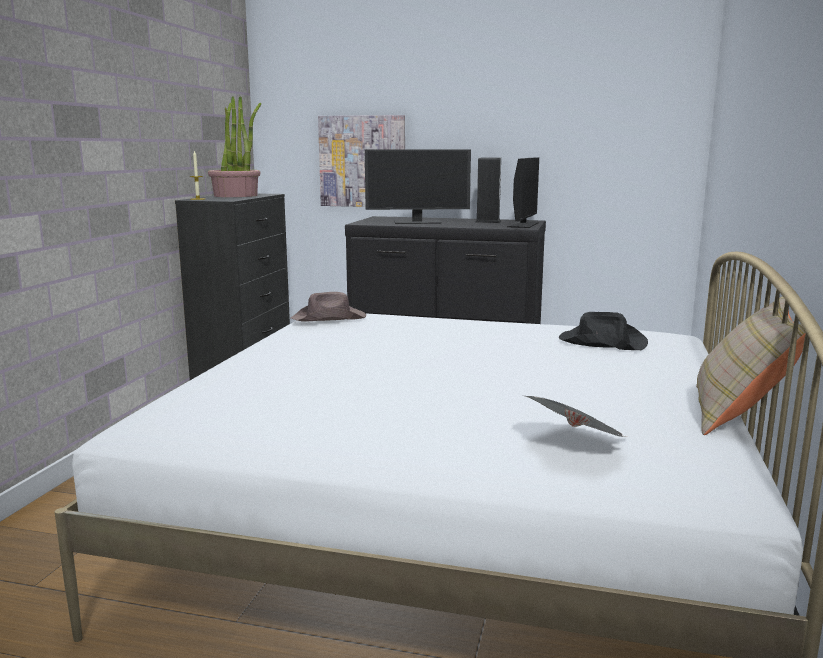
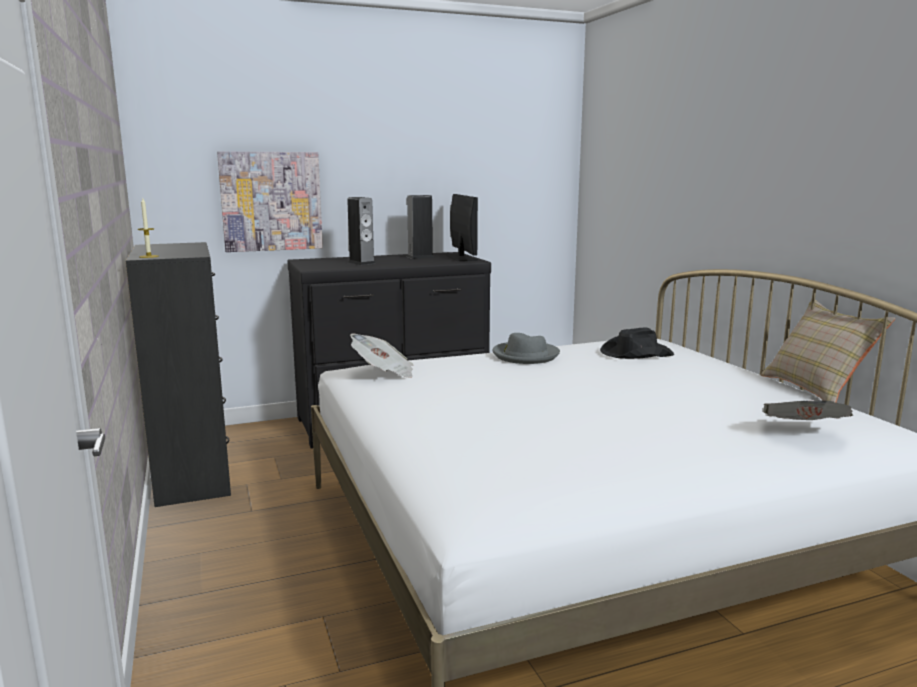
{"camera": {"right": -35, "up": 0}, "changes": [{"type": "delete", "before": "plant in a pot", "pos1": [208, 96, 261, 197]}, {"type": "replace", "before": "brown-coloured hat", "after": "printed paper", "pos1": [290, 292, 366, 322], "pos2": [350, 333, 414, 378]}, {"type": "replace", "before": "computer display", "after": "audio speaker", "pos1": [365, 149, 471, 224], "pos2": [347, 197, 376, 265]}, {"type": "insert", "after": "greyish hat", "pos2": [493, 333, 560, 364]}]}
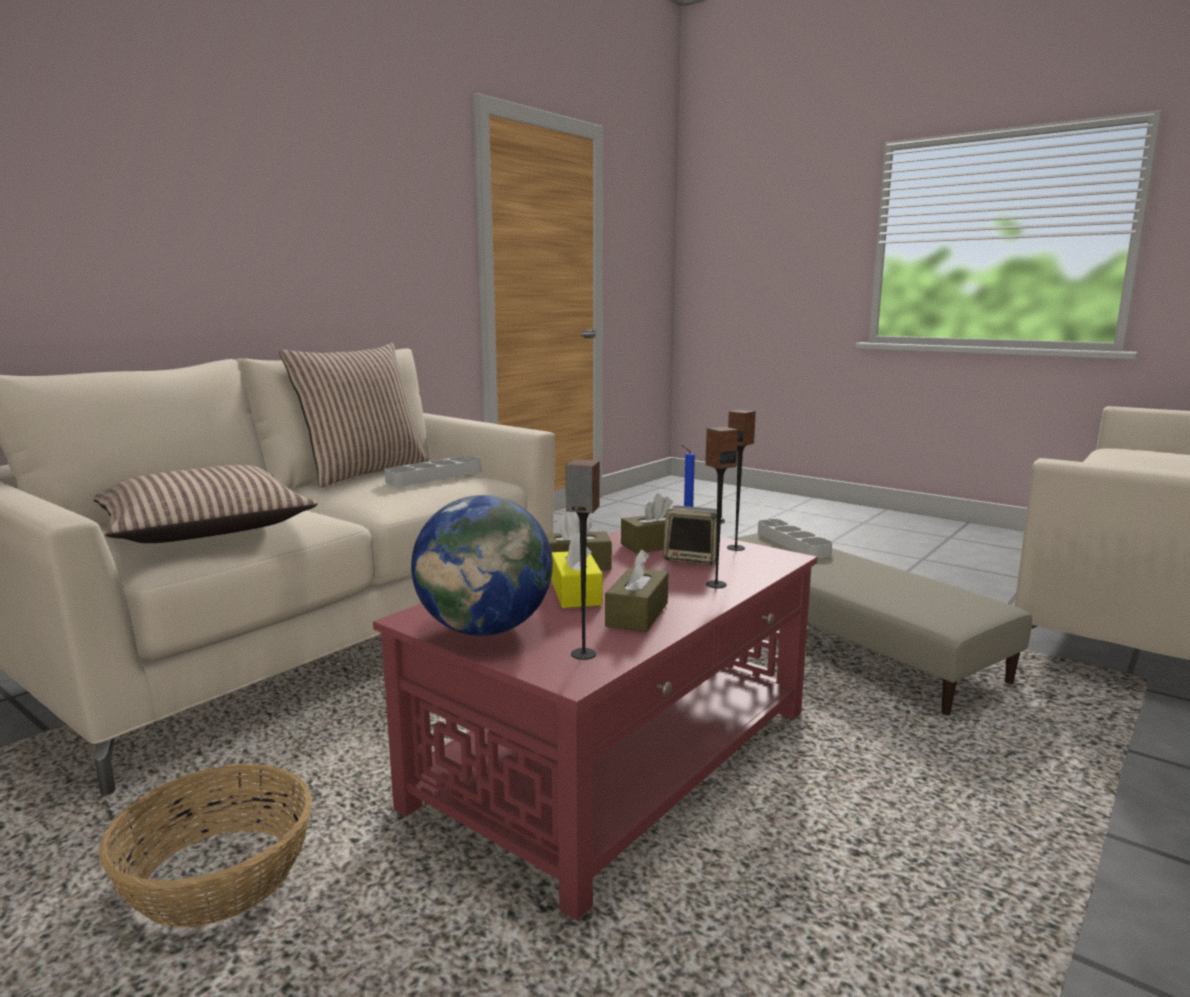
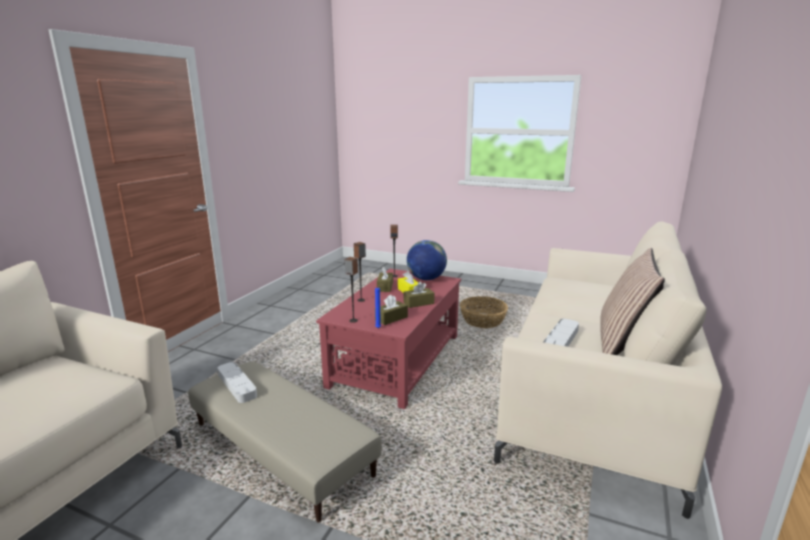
{"camera": {"right": 165, "up": 5}, "changes": [{"type": "delete", "before": "throw pillow", "pos1": [94, 465, 318, 543]}, {"type": "delete", "before": "audio speaker", "pos1": [663, 506, 725, 565]}, {"type": "move", "before": "greyish serving tray", "pos1": [758, 519, 832, 558], "pos2": [218, 362, 257, 403]}]}
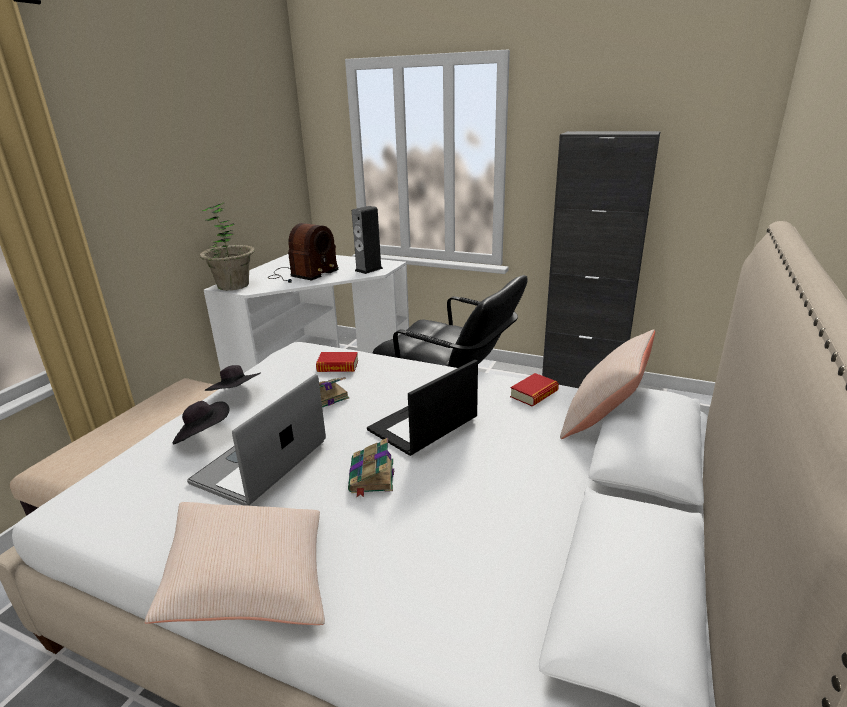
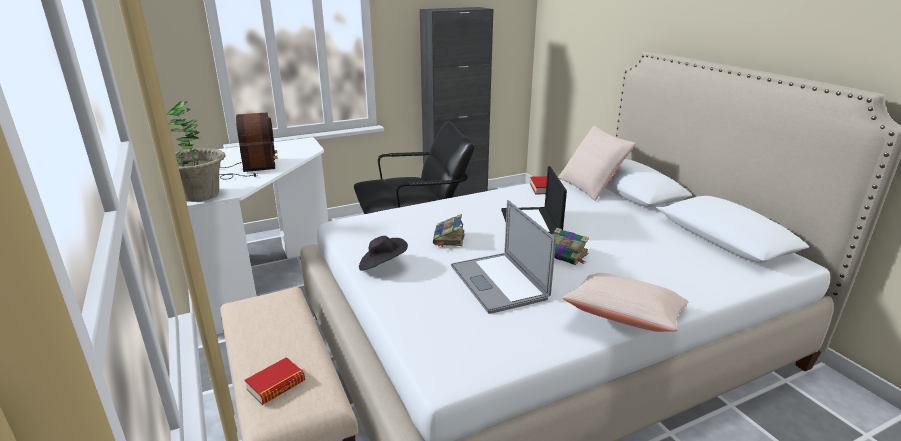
{"camera": {"right": -50, "up": 0}, "changes": [{"type": "delete", "before": "black hat", "pos1": [172, 401, 229, 444]}, {"type": "move", "before": "book", "pos1": [316, 352, 358, 372], "pos2": [245, 357, 305, 405]}, {"type": "delete", "before": "audio speaker", "pos1": [352, 206, 383, 274]}]}
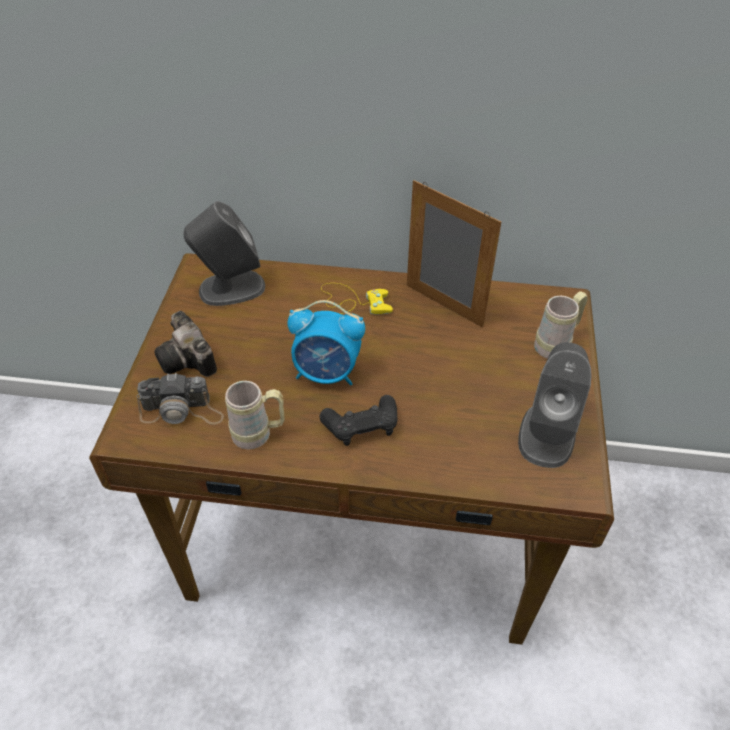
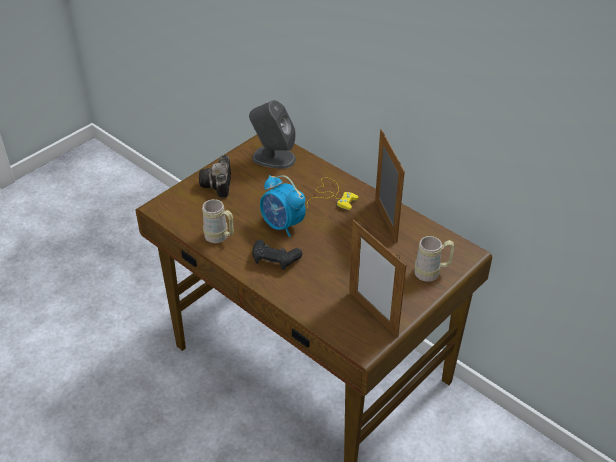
{"camera": {"right": 35, "up": -5}, "changes": [{"type": "delete", "before": "still camera", "pos1": [137, 373, 224, 425]}, {"type": "replace", "before": "greyish audio speaker", "after": "standing frame", "pos1": [518, 342, 591, 468], "pos2": [349, 220, 406, 338]}]}
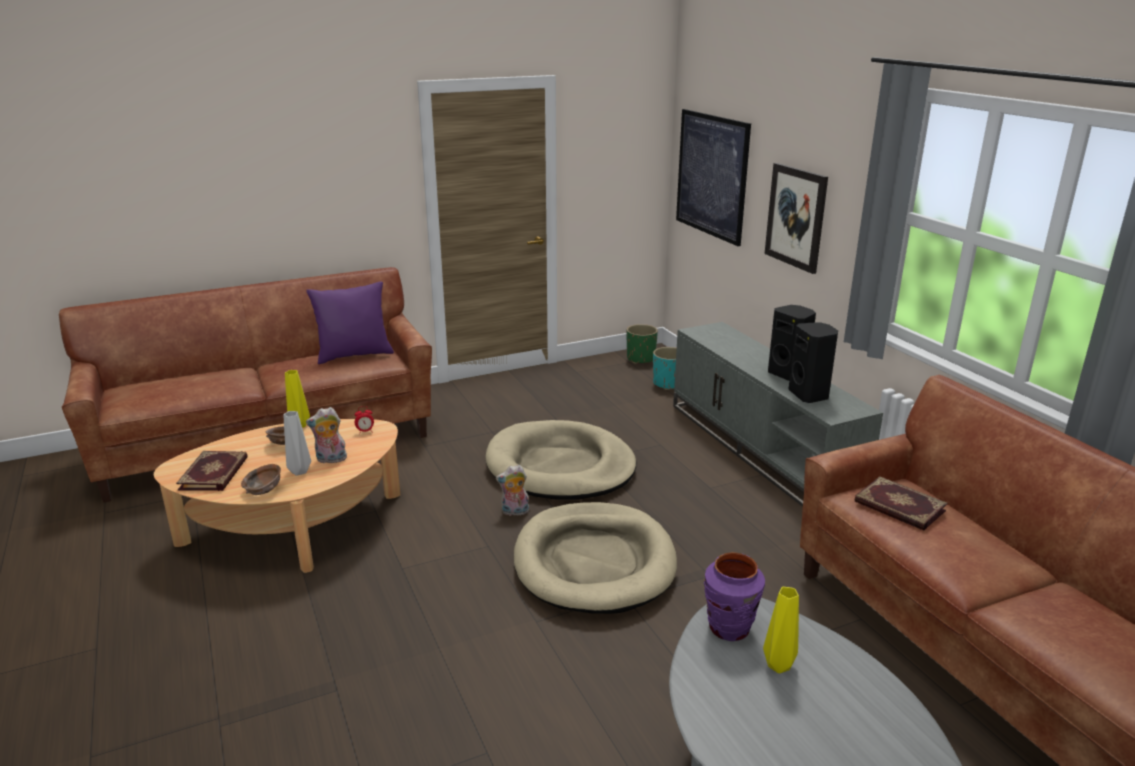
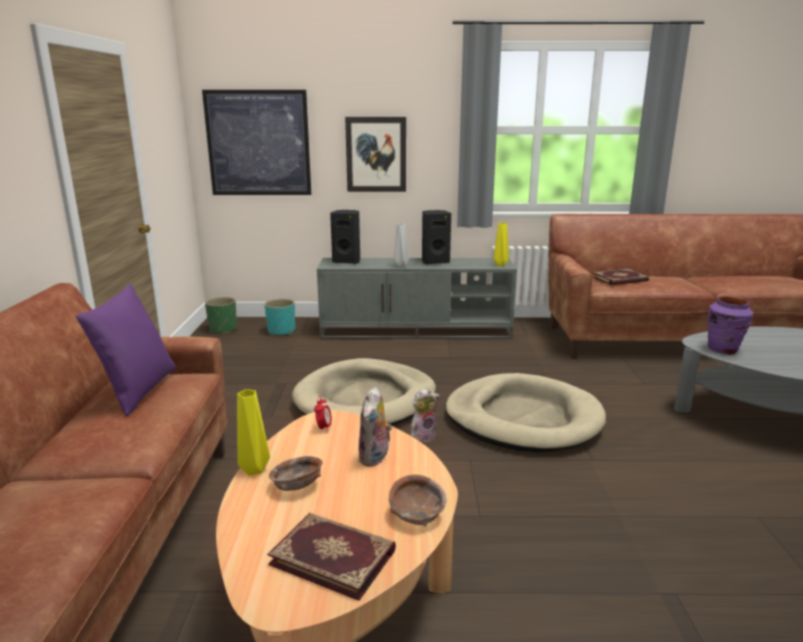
{"camera": {"right": -65, "up": -5}, "changes": [{"type": "move", "before": "greyish vase", "pos1": [283, 411, 311, 476], "pos2": [394, 223, 409, 267]}, {"type": "rotate", "before": "soft toy", "pos1": [496, 465, 529, 516], "pos2": [411, 388, 440, 442], "turn": -135}, {"type": "move", "before": "yellowish vase", "pos1": [763, 587, 799, 673], "pos2": [494, 223, 509, 266]}, {"type": "move", "before": "black audio speaker", "pos1": [788, 322, 838, 403], "pos2": [330, 210, 360, 264]}]}
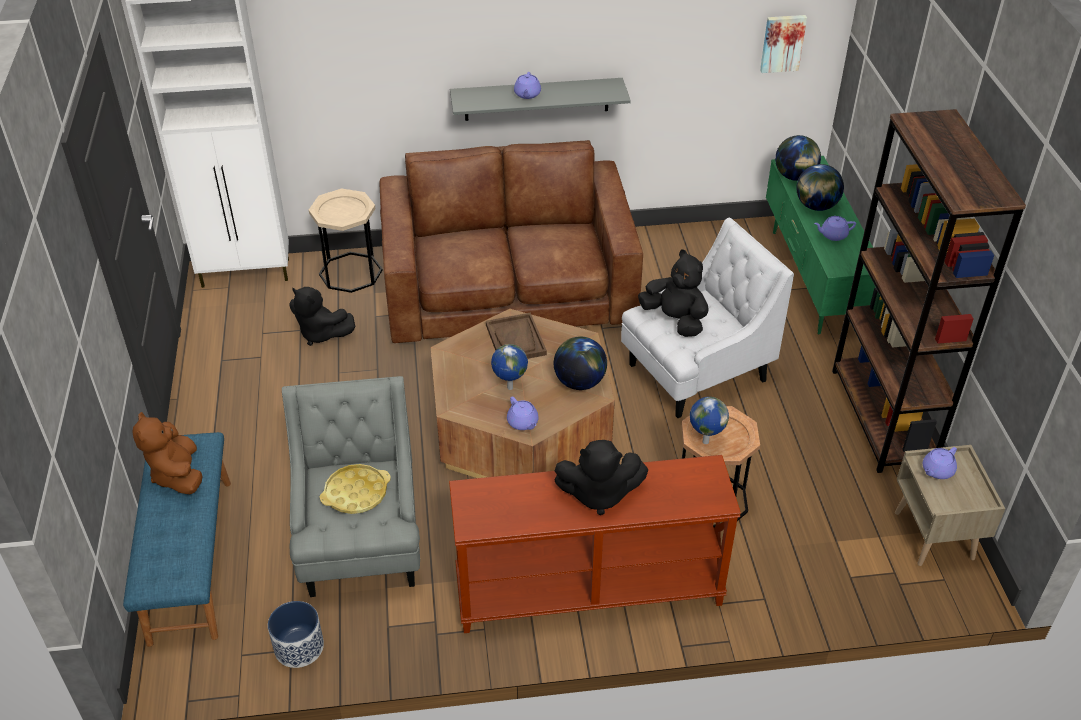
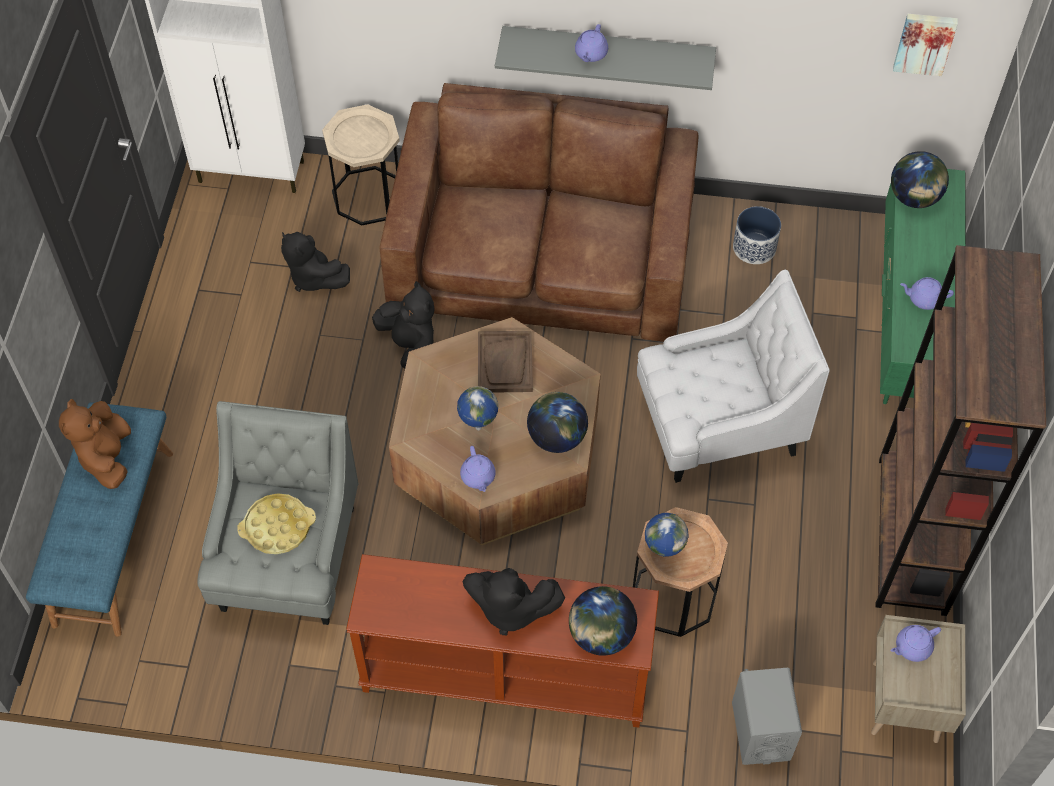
{"camera": {"right": 15, "up": 15}, "changes": [{"type": "move", "before": "flower pot", "pos1": [268, 601, 324, 668], "pos2": [733, 206, 781, 264]}, {"type": "move", "before": "black soft toy", "pos1": [638, 249, 709, 337], "pos2": [372, 281, 435, 369]}, {"type": "move", "before": "world globe", "pos1": [796, 164, 844, 211], "pos2": [569, 586, 637, 656]}, {"type": "insert", "after": "greyish audio speaker", "pos2": [732, 668, 802, 765]}]}
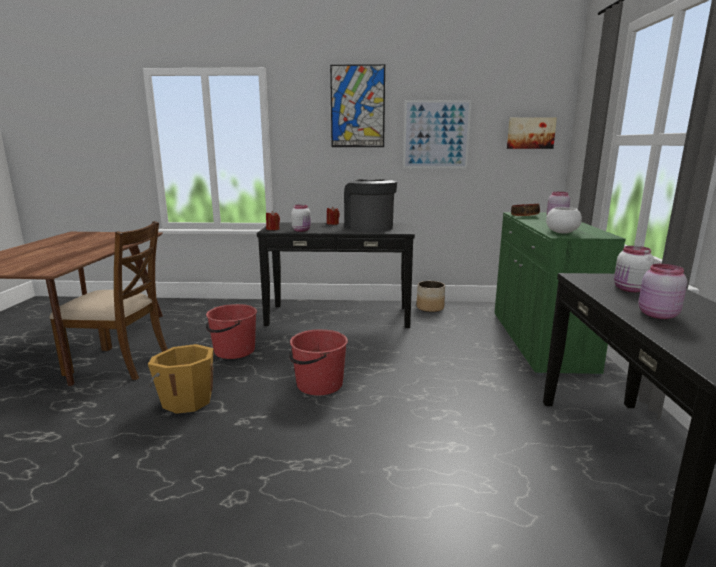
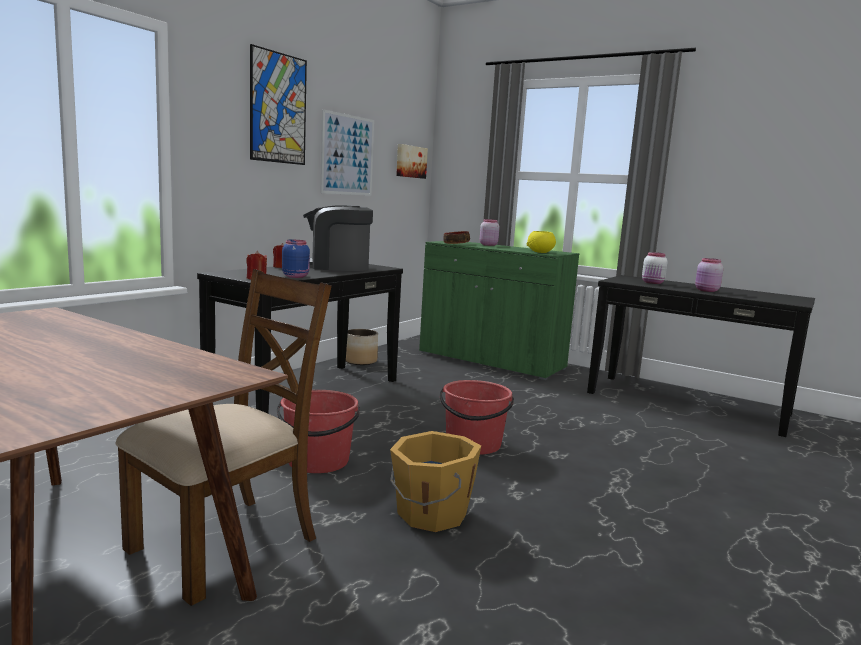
{"camera": {"right": -60, "up": -5}, "changes": [{"type": "recolor", "before": "white preserve jar", "after": "bluish preserve jar", "pos1": [291, 204, 311, 232], "pos2": [282, 240, 310, 278]}, {"type": "recolor", "before": "white deep dish", "after": "yellowish deep dish", "pos1": [546, 207, 582, 234], "pos2": [527, 231, 556, 253]}]}
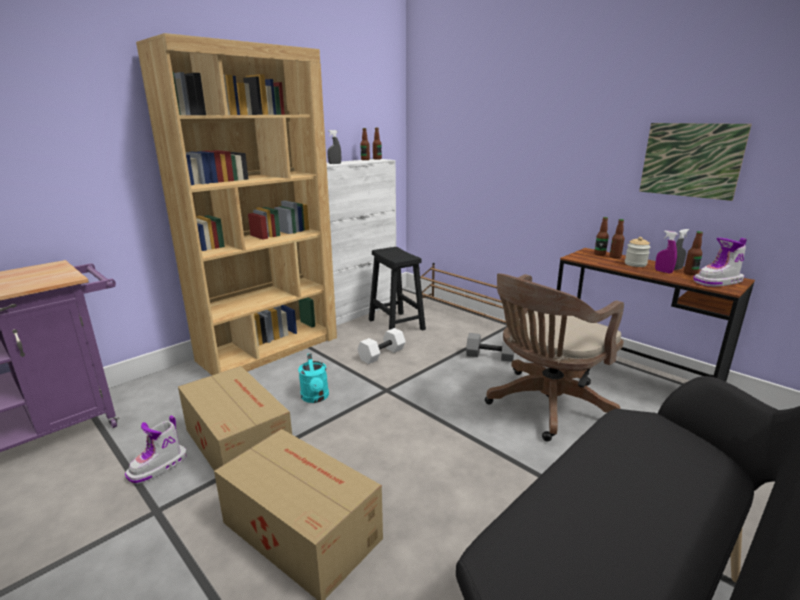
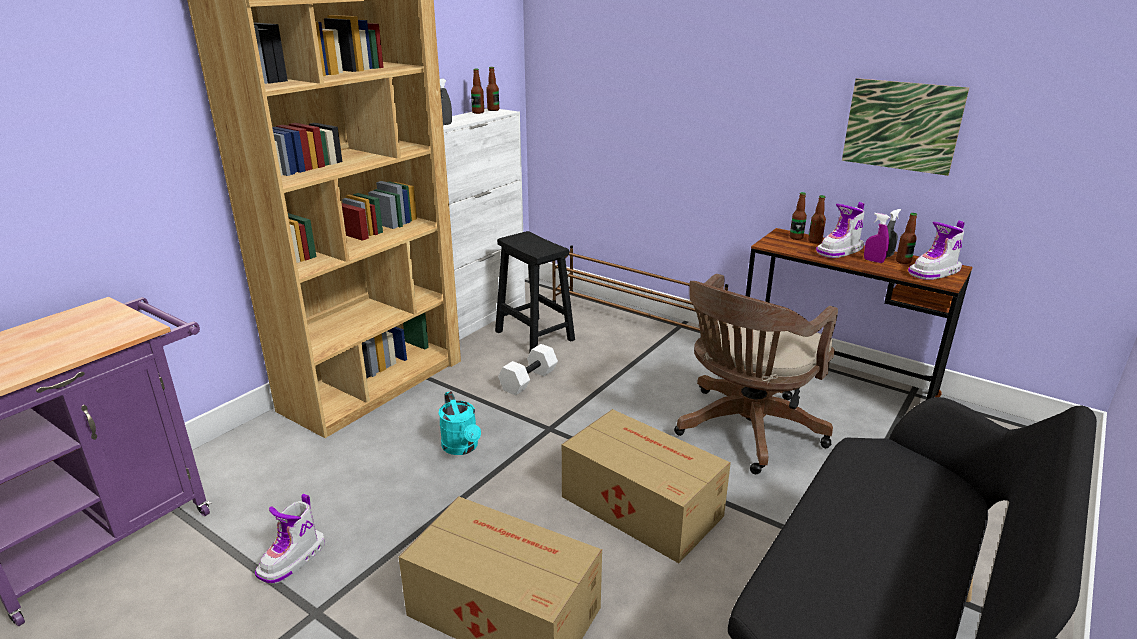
{"camera": {"right": -10, "up": 5}, "changes": [{"type": "move", "before": "cardboard box", "pos1": [178, 366, 292, 470], "pos2": [562, 409, 731, 563]}, {"type": "delete", "before": "greyish hand weight", "pos1": [466, 333, 514, 362]}, {"type": "replace", "before": "preserve jar", "after": "boot", "pos1": [625, 237, 651, 267], "pos2": [816, 202, 864, 258]}]}
